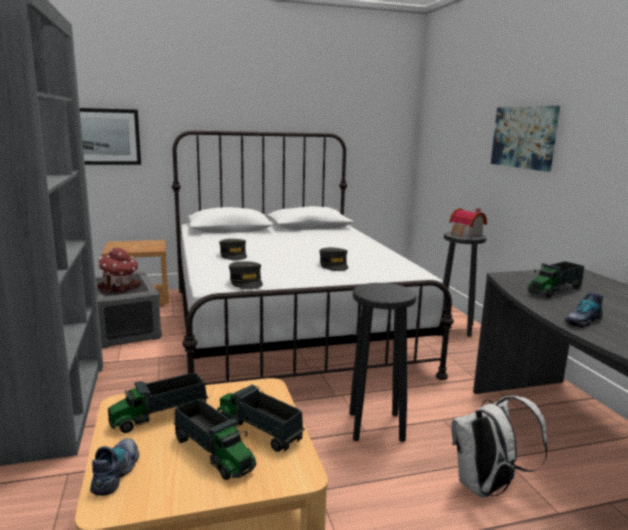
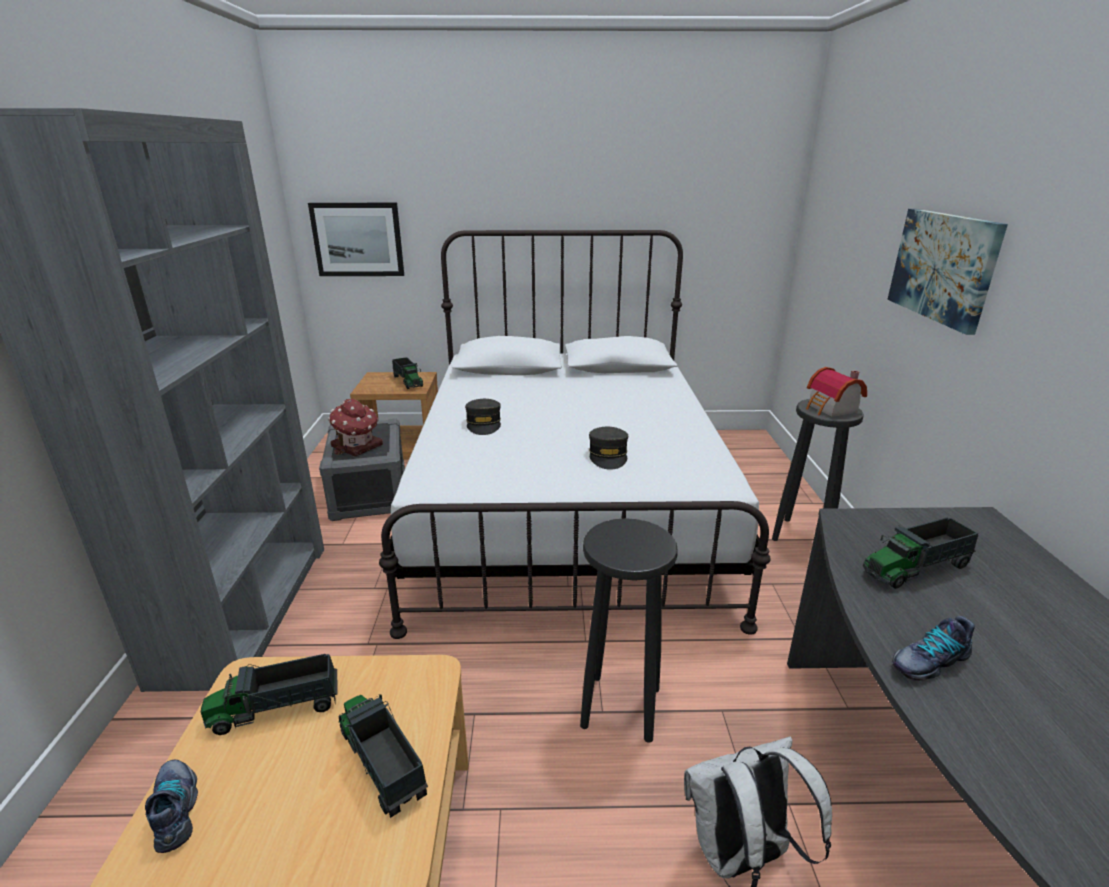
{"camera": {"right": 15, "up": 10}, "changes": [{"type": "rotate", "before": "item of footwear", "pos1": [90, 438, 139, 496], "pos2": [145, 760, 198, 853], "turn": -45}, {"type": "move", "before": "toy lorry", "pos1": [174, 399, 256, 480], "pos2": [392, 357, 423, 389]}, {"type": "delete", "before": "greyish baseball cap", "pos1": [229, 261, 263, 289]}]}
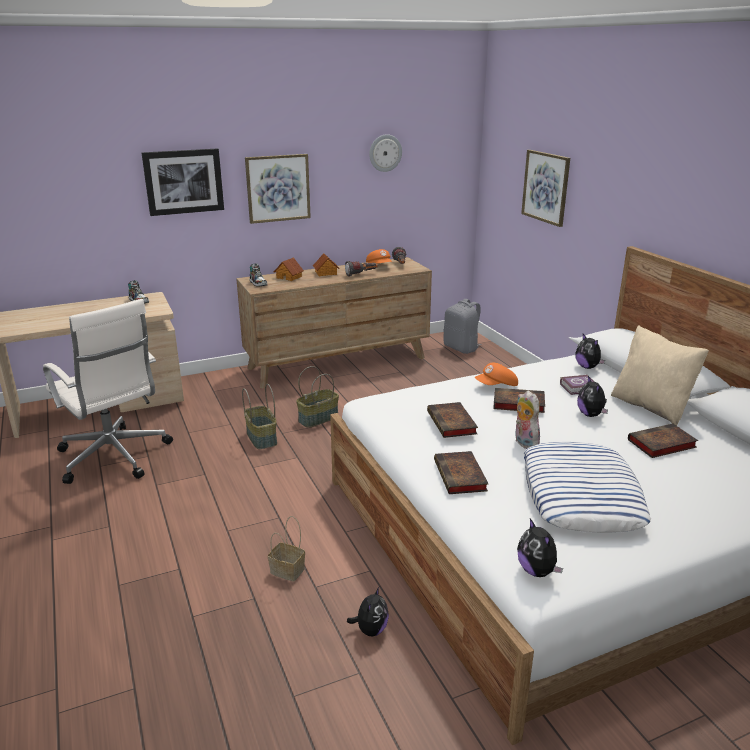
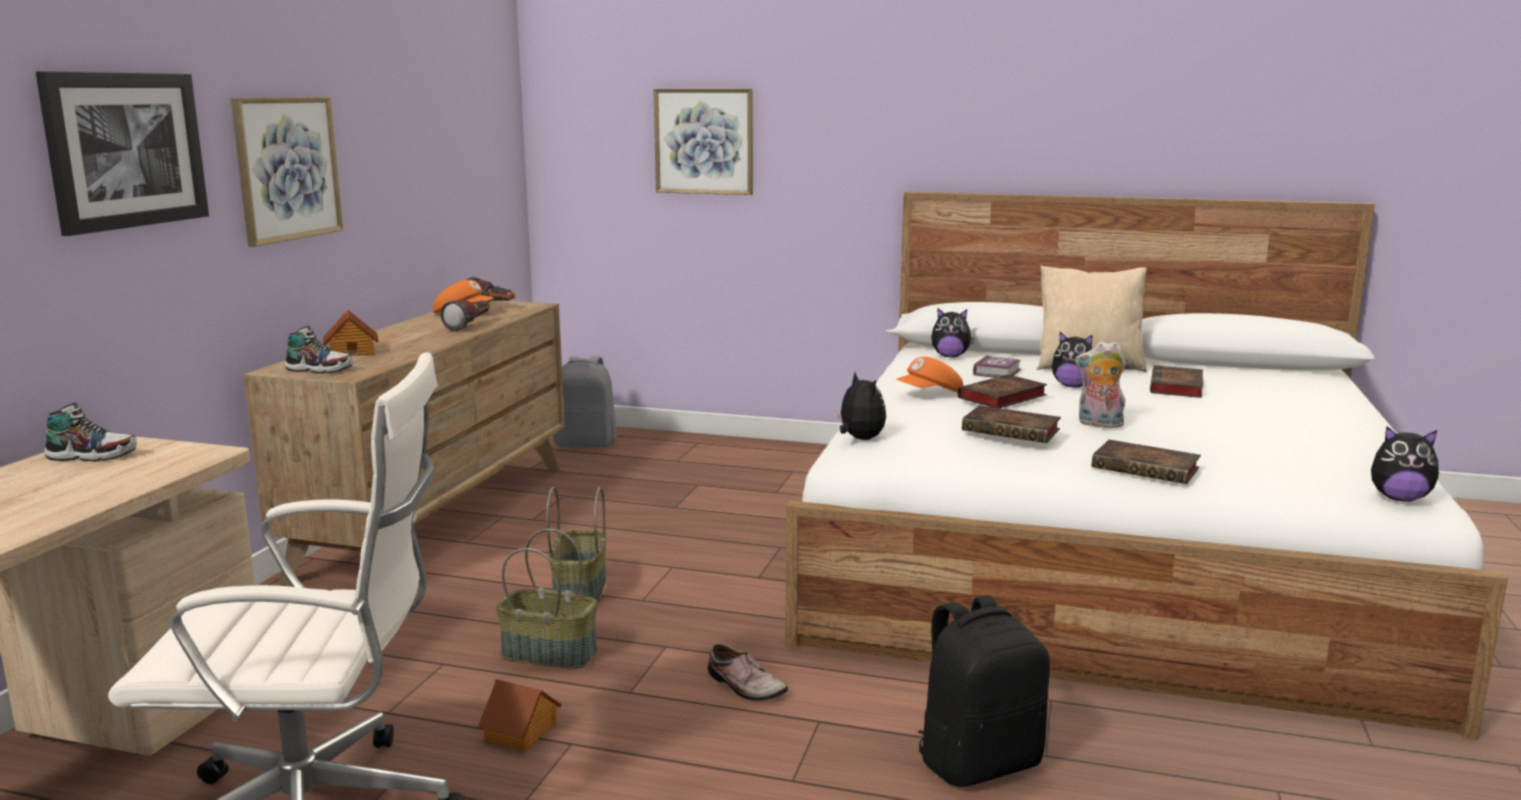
{"camera": {"right": -50, "up": -10}, "changes": [{"type": "replace", "before": "storage basket", "after": "black knapsack", "pos1": [268, 516, 305, 581], "pos2": [918, 595, 1050, 787]}, {"type": "move", "before": "model house", "pos1": [313, 253, 340, 276], "pos2": [478, 679, 562, 751]}, {"type": "move", "before": "soft toy", "pos1": [347, 587, 389, 636], "pos2": [834, 372, 886, 440]}, {"type": "delete", "before": "clock on the wall", "pos1": [369, 134, 402, 172]}, {"type": "rotate", "before": "orangey baseball cap", "pos1": [475, 363, 518, 386], "pos2": [896, 357, 964, 393], "turn": 45}, {"type": "delete", "before": "throw pillow", "pos1": [524, 442, 651, 533]}, {"type": "insert", "after": "item of footwear", "pos2": [708, 643, 788, 701]}]}
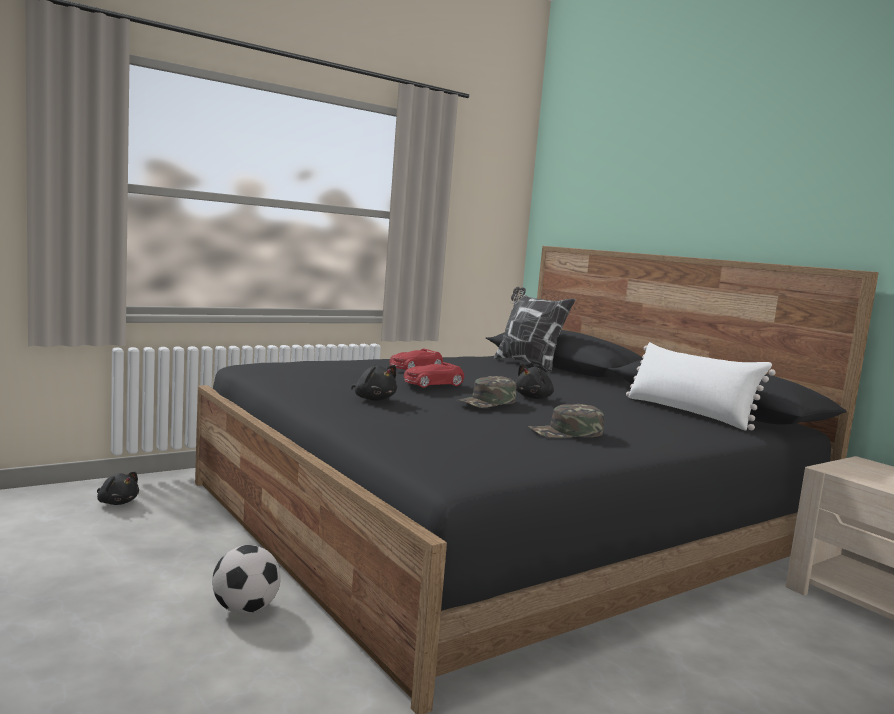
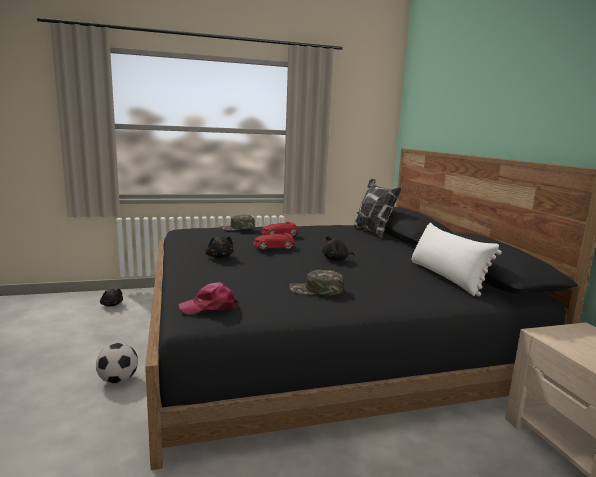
{"camera": {"right": 20, "up": 5}, "changes": [{"type": "move", "before": "greenish baseball cap", "pos1": [456, 376, 516, 408], "pos2": [220, 215, 255, 231]}, {"type": "insert", "after": "pink baseball cap", "pos2": [179, 282, 238, 314]}]}
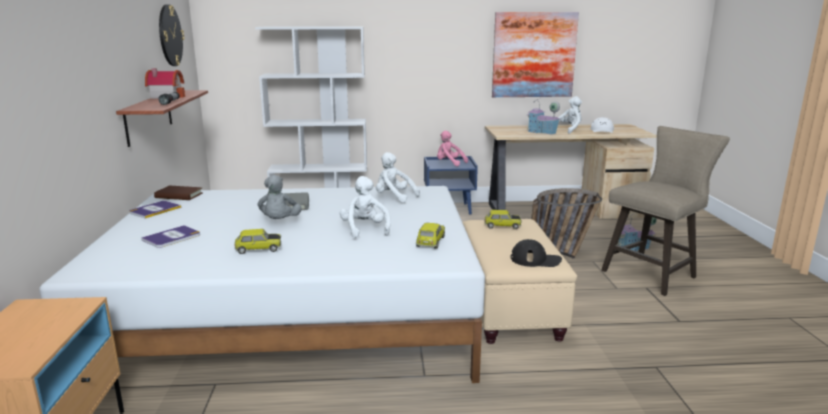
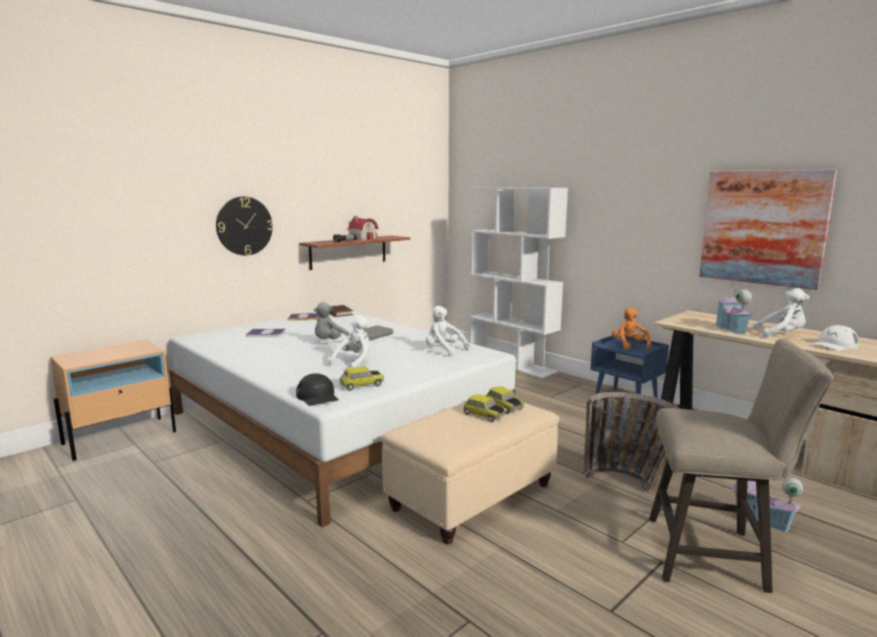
{"camera": {"right": 50, "up": -5}, "changes": [{"type": "move", "before": "clock on the wall", "pos1": [159, 4, 184, 66], "pos2": [216, 197, 273, 256]}, {"type": "move", "before": "model car", "pos1": [234, 229, 281, 254], "pos2": [463, 394, 507, 422]}, {"type": "rotate", "before": "white soft toy", "pos1": [376, 152, 420, 203], "pos2": [426, 306, 470, 355], "turn": -45}, {"type": "recolor", "before": "pink soft toy", "after": "orangey soft toy", "pos1": [437, 131, 468, 166], "pos2": [612, 307, 651, 350]}, {"type": "move", "before": "black baseball cap", "pos1": [511, 239, 562, 267], "pos2": [296, 373, 339, 406]}]}
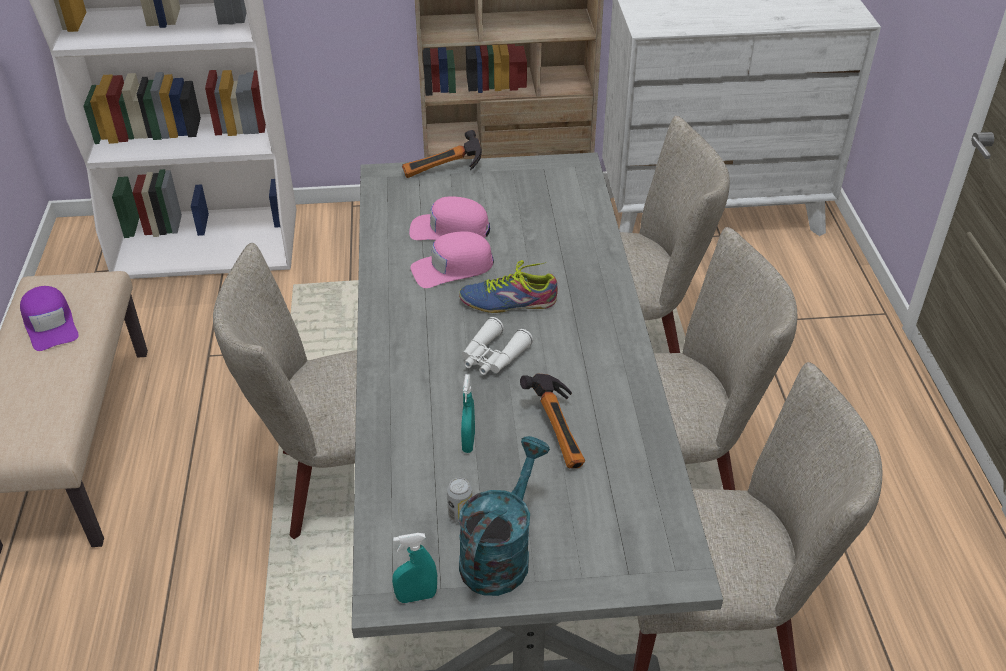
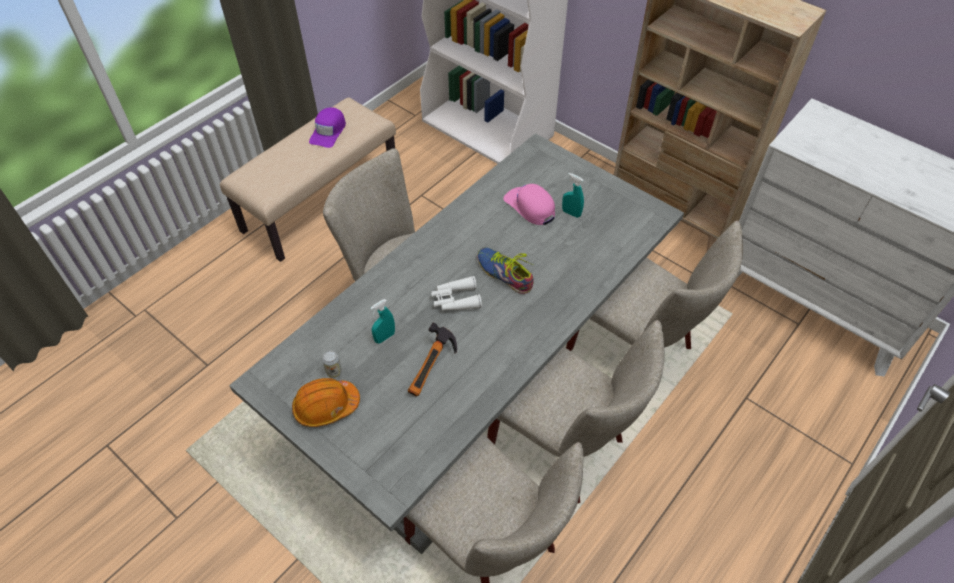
{"camera": {"right": 45, "up": 10}, "changes": [{"type": "move", "before": "turquoise-coloured sprayer", "pos1": [392, 533, 437, 603], "pos2": [562, 173, 584, 218]}, {"type": "delete", "before": "hand hammer", "pos1": [402, 130, 482, 178]}, {"type": "delete", "before": "pink baseball cap", "pos1": [410, 231, 494, 288]}, {"type": "replace", "before": "turquoise-coloured sprinkling can", "after": "orangey hard hat", "pos1": [459, 436, 550, 596], "pos2": [292, 378, 360, 427]}]}
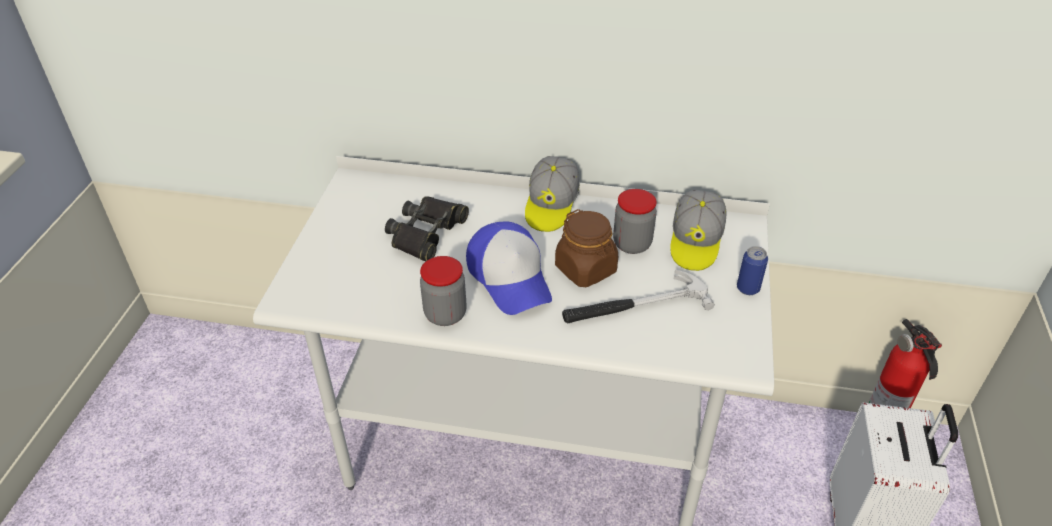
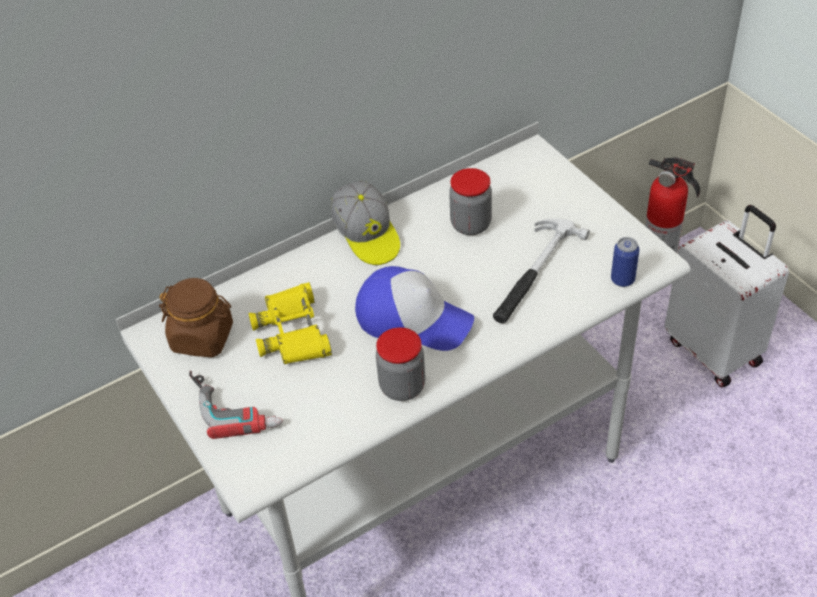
{"camera": {"right": -40, "up": 5}, "changes": [{"type": "recolor", "before": "black field glasses", "after": "yellowish field glasses", "pos1": [385, 196, 469, 261], "pos2": [249, 282, 332, 364]}, {"type": "move", "before": "brown-coloured preserve jar", "pos1": [555, 209, 618, 287], "pos2": [159, 278, 233, 357]}, {"type": "delete", "before": "baseball cap", "pos1": [670, 190, 727, 271]}, {"type": "move", "before": "sealed can", "pos1": [737, 246, 768, 295], "pos2": [611, 237, 639, 287]}, {"type": "insert", "after": "power drill", "pos2": [189, 371, 283, 439]}]}
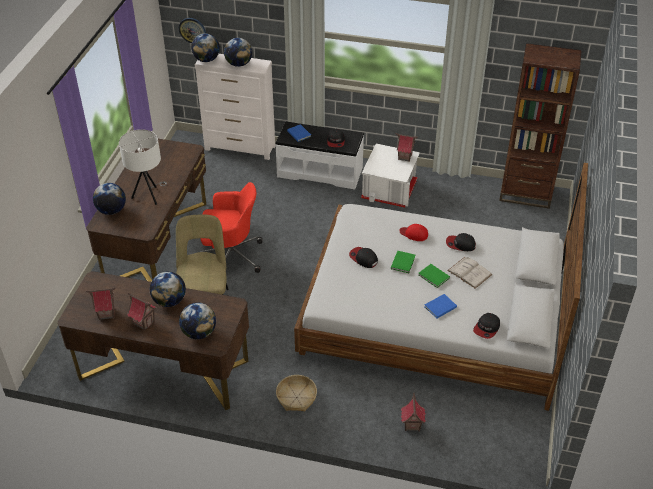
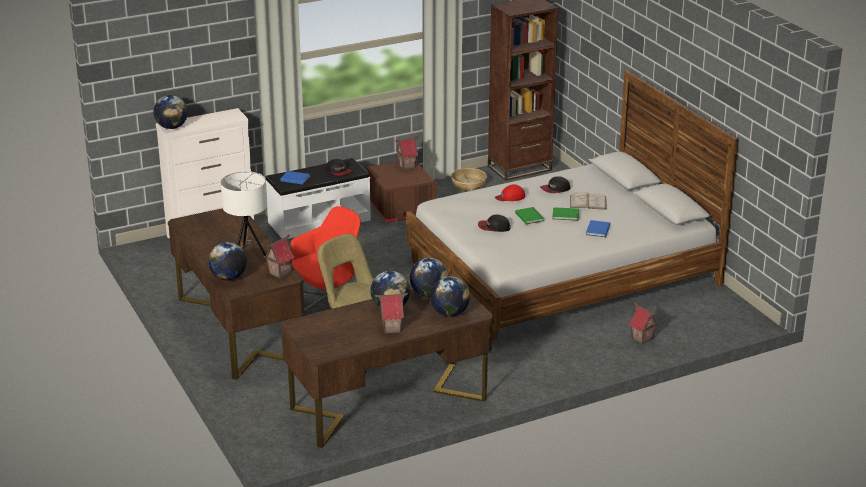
{"camera": {"right": -40, "up": -15}, "changes": [{"type": "move", "before": "model house", "pos1": [86, 288, 116, 320], "pos2": [264, 235, 295, 279]}, {"type": "delete", "before": "clock on the wall", "pos1": [179, 18, 206, 43]}, {"type": "move", "before": "world globe", "pos1": [224, 38, 252, 67], "pos2": [410, 258, 449, 297]}, {"type": "move", "before": "storage basket", "pos1": [276, 375, 317, 411], "pos2": [451, 168, 487, 191]}, {"type": "recolor", "before": "white storage bin", "after": "brown-coloured storage bin", "pos1": [361, 143, 420, 207], "pos2": [365, 161, 437, 223]}, {"type": "delete", "before": "baseball cap", "pos1": [473, 313, 500, 339]}]}
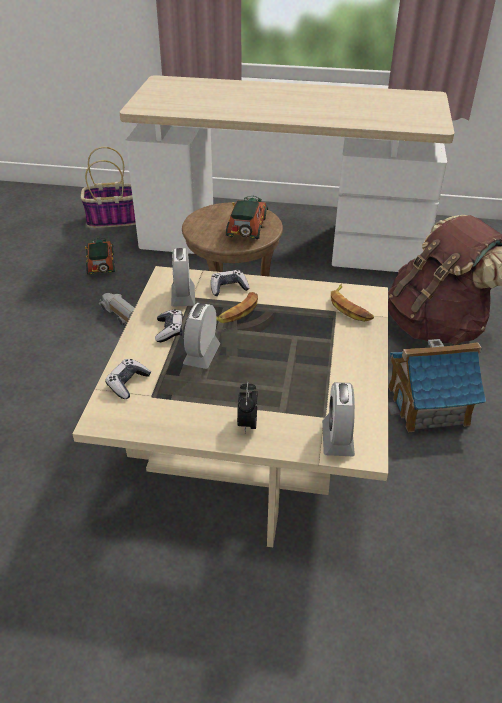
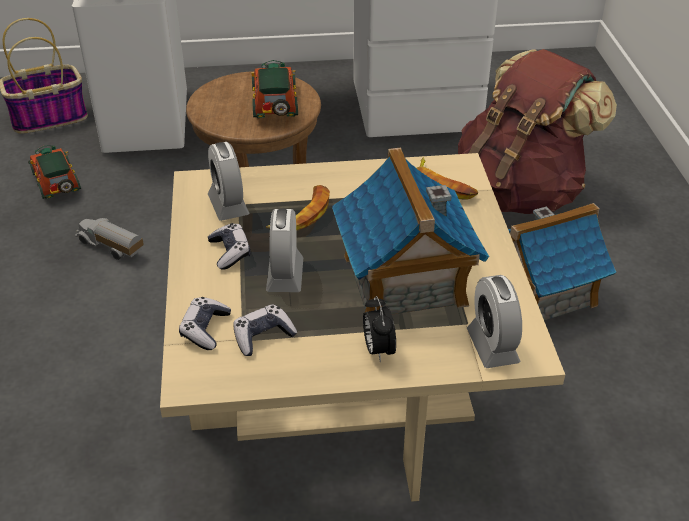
{"camera": {"right": -15, "up": 0}, "changes": [{"type": "move", "before": "gamepad", "pos1": [211, 270, 250, 296], "pos2": [233, 304, 297, 356]}, {"type": "insert", "after": "model house", "pos2": [332, 147, 489, 315]}]}
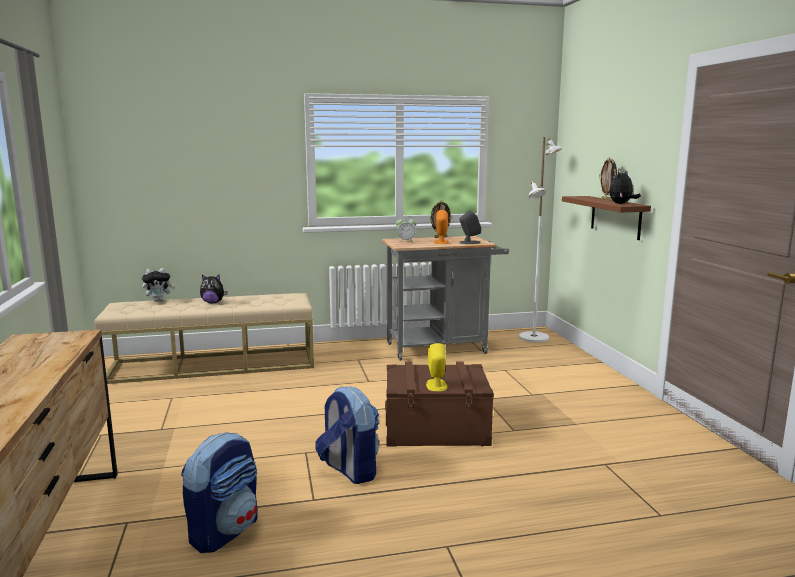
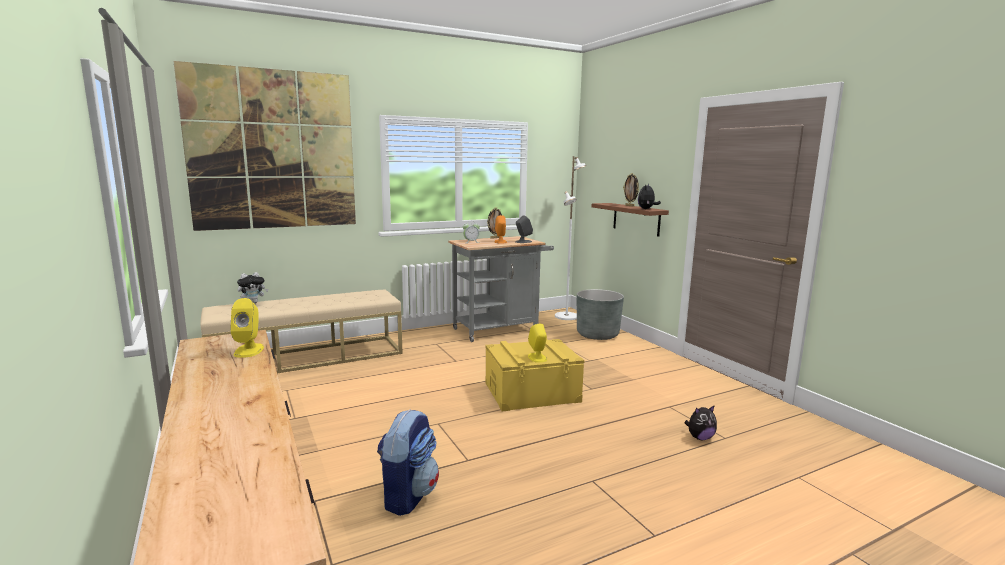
{"camera": {"right": -15, "up": 0}, "changes": [{"type": "move", "before": "soft toy", "pos1": [200, 275, 228, 303], "pos2": [685, 405, 717, 440]}, {"type": "delete", "before": "knapsack", "pos1": [315, 386, 379, 484]}, {"type": "recolor", "before": "brown-coloured storage bin", "after": "yellowish storage bin", "pos1": [385, 361, 494, 447], "pos2": [485, 339, 584, 412]}, {"type": "insert", "after": "picture", "pos2": [173, 61, 356, 231]}, {"type": "insert", "after": "yellowish audio speaker", "pos2": [230, 298, 264, 358]}, {"type": "insert", "after": "greyish flower pot", "pos2": [577, 289, 624, 340]}]}
